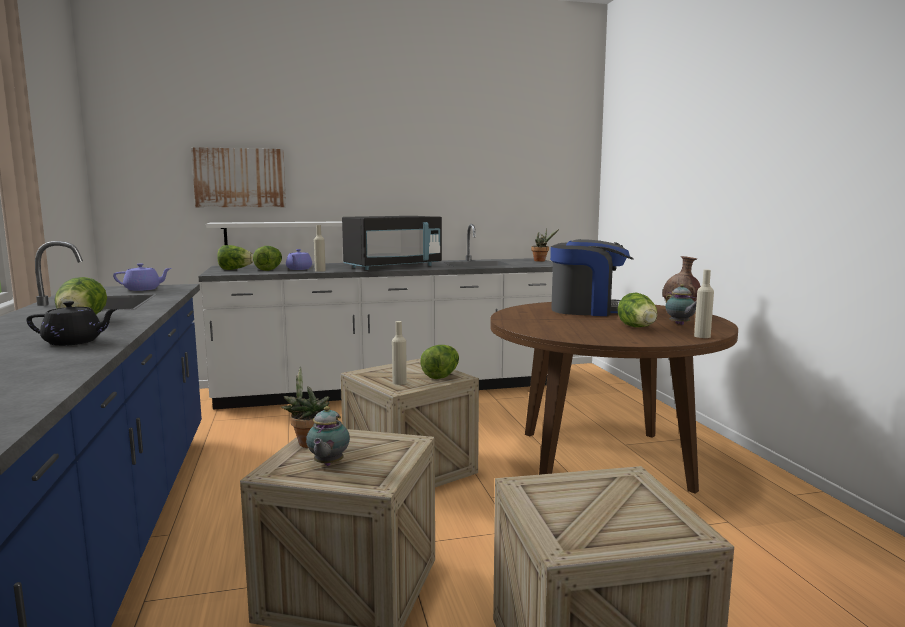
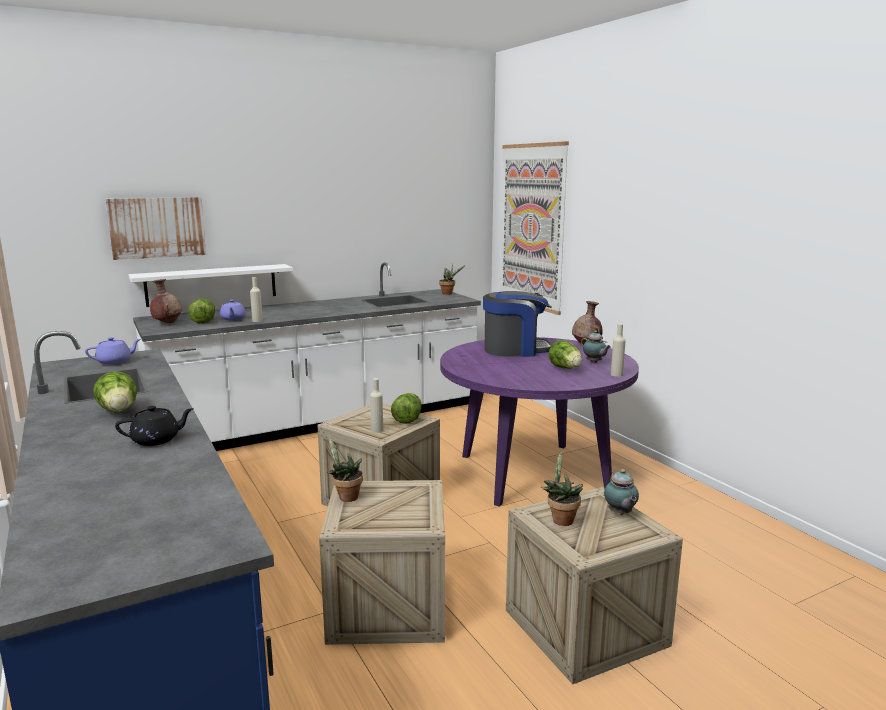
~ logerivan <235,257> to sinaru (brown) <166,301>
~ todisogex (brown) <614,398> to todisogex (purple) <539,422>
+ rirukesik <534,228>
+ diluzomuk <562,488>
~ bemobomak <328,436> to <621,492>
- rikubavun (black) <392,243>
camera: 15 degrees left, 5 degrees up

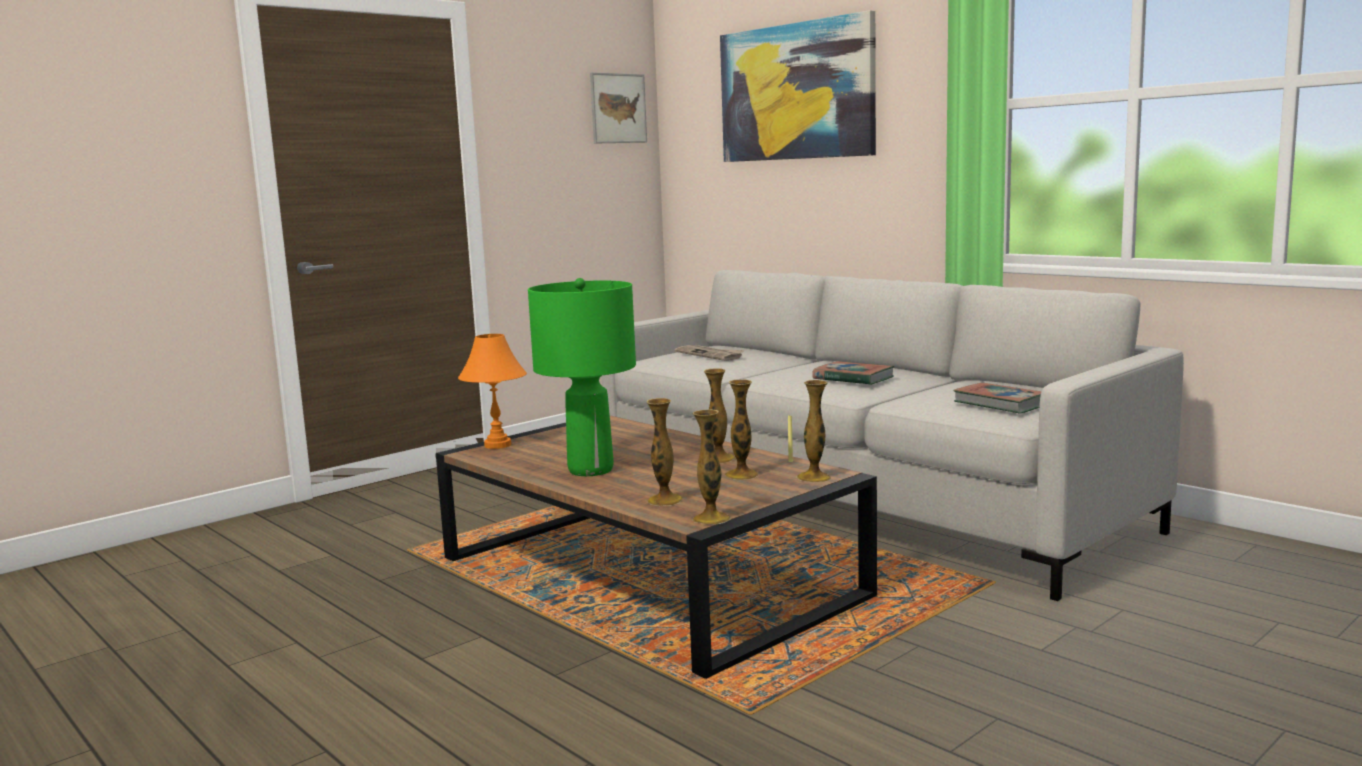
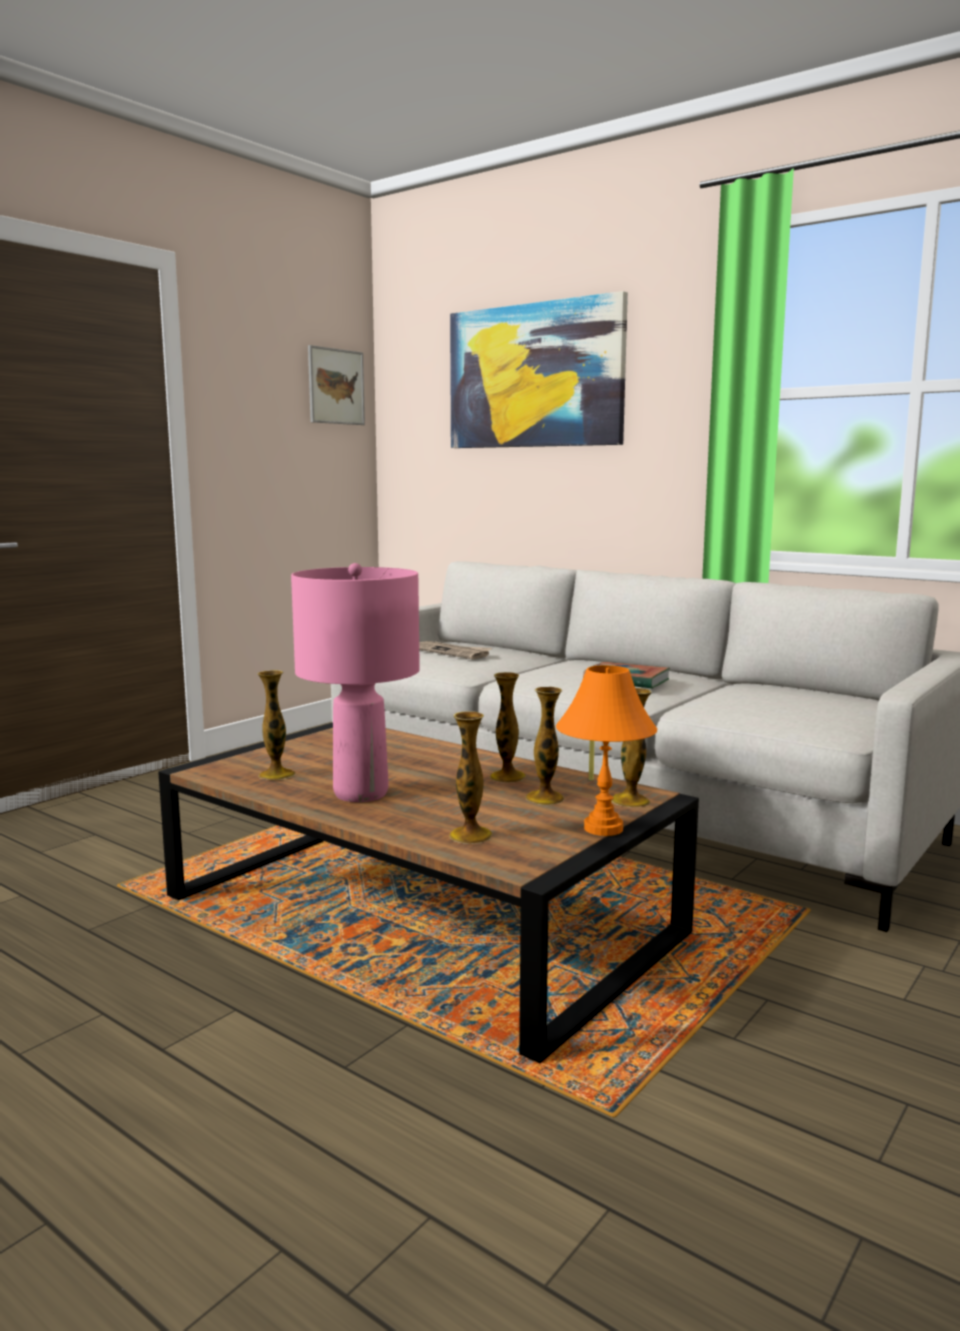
~ sinaru <711,466> to <276,725>
~ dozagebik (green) <582,377> to dozagebik (pink) <355,682>
~ dozagebik (orange) <492,391> to <606,750>
- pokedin <997,398>
camera: 10 degrees left, 0 degrees up

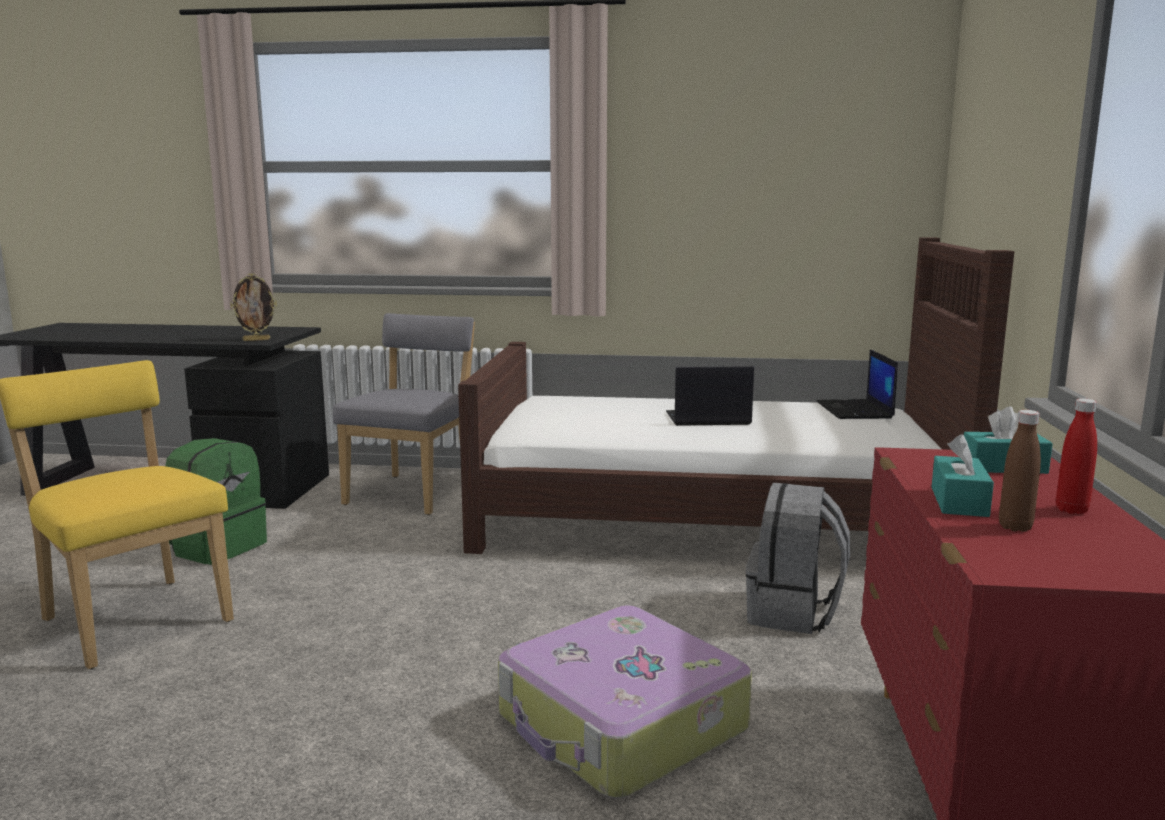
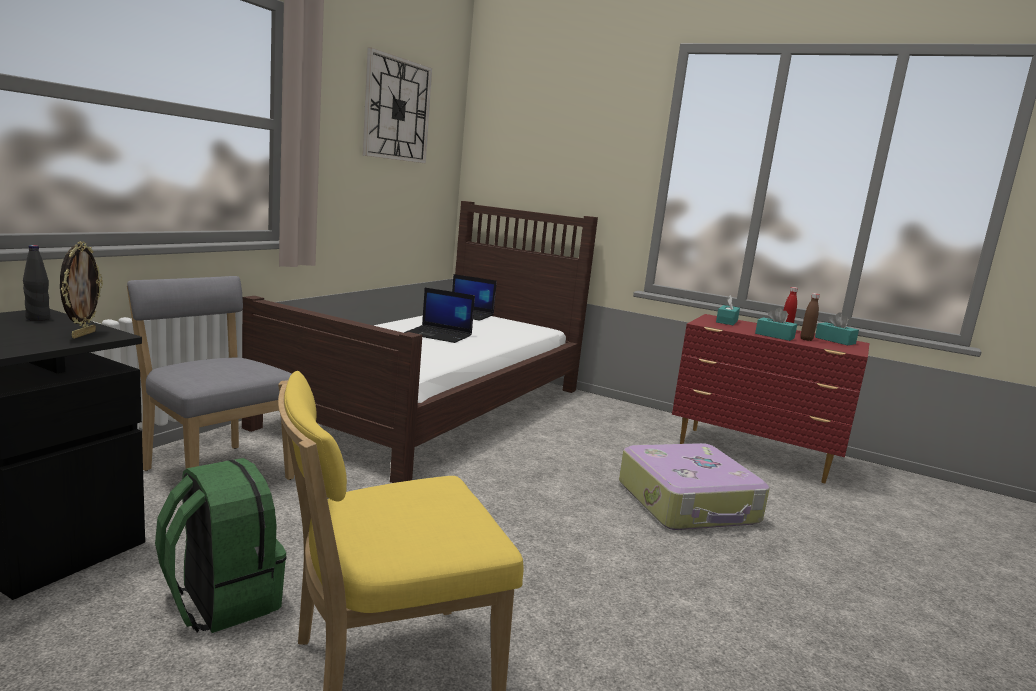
+ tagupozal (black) <36,283>
+ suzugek <397,105>
~ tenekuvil <710,396> = <439,315> 90 degrees counterclockwise
+ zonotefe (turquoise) <837,328>
- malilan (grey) <798,558>
camera: 70 degrees left, 0 degrees up

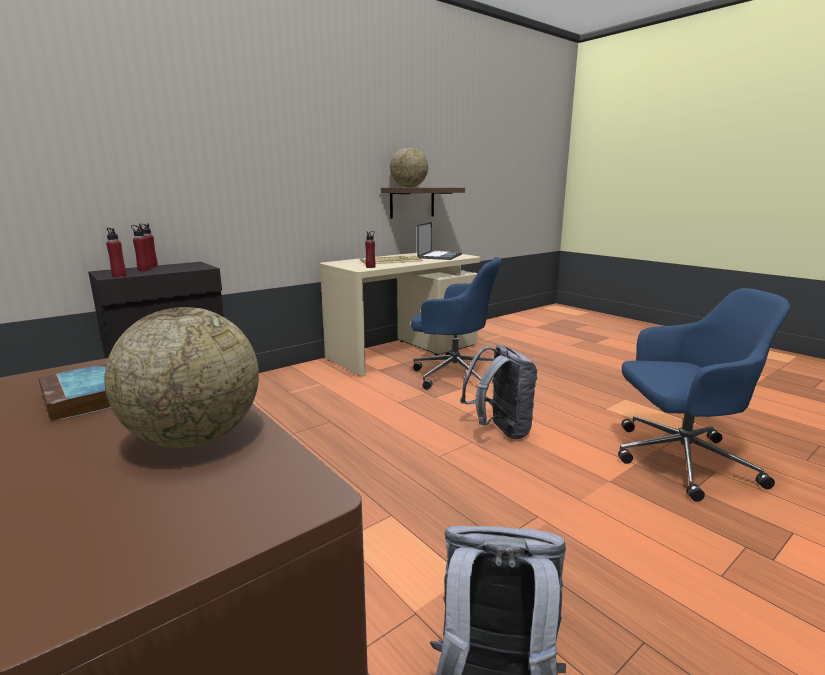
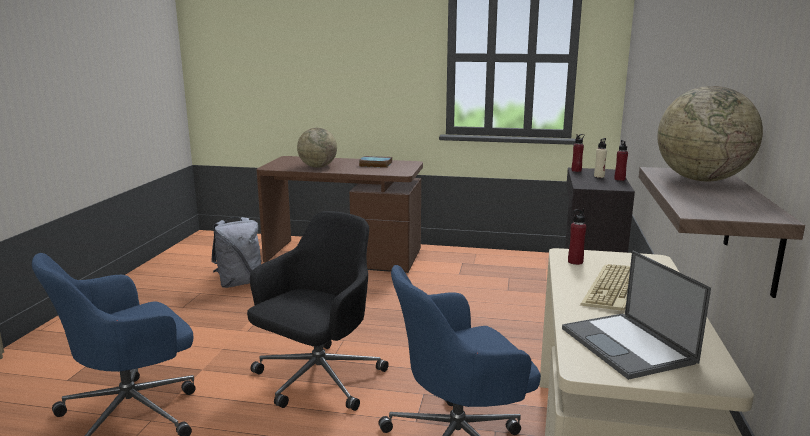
~ malilan (grey) <498,391> to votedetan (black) <318,311>
~ tagupozal (red) <141,248> to tagupozal (beige) <600,158>
camera: 140 degrees right, 0 degrees up

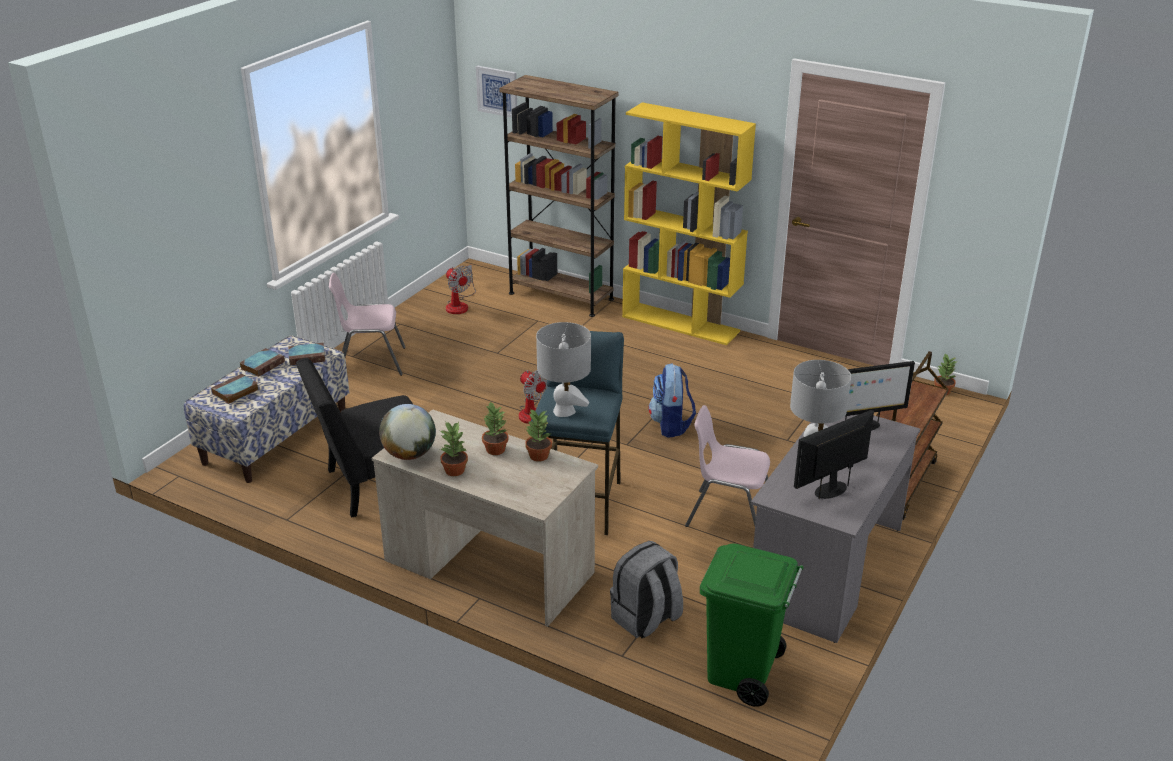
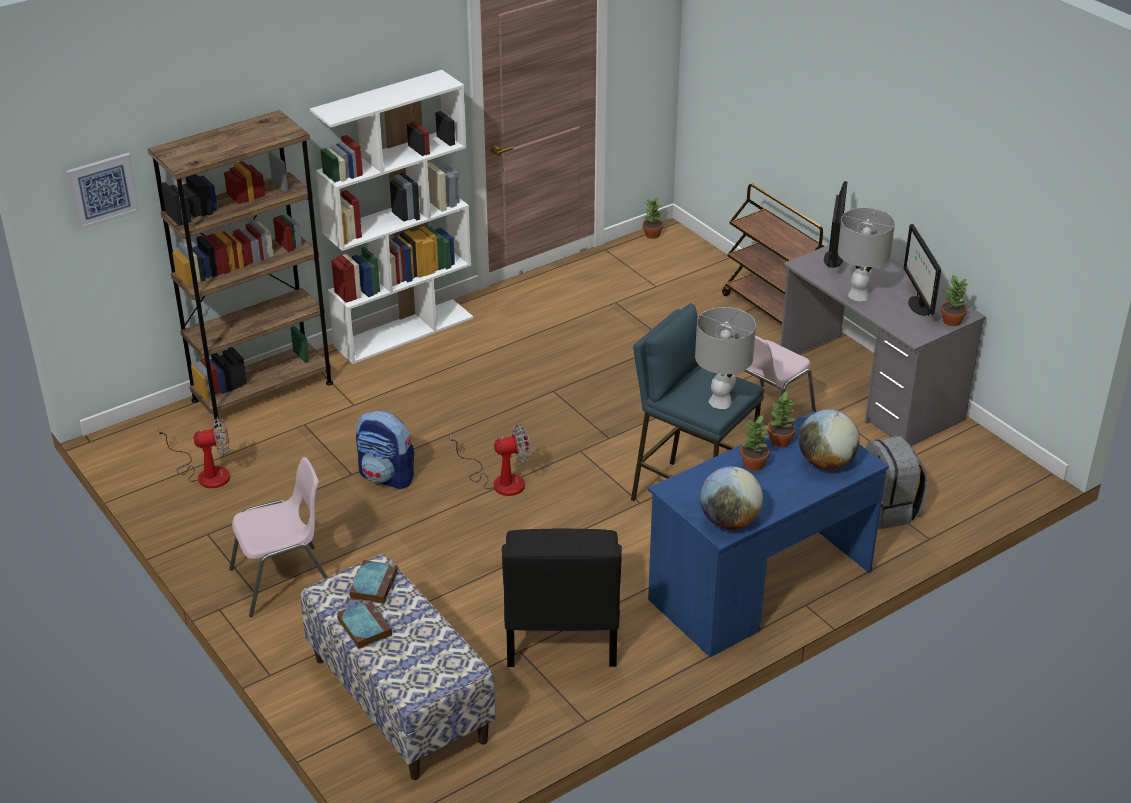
~ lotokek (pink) <367,324> = <278,537> 135 degrees counterclockwise
~ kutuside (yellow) <689,223> to kutuside (white) <391,217>
~ malilan <672,400> to <385,450>
~ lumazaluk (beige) <484,518> to lumazaluk (blue) <768,534>
+ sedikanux <829,439>
~ diluzomuk <454,448> to <955,300>
- pokedin <235,389>
- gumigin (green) <752,625>
camera: 65 degrees left, 5 degrees up

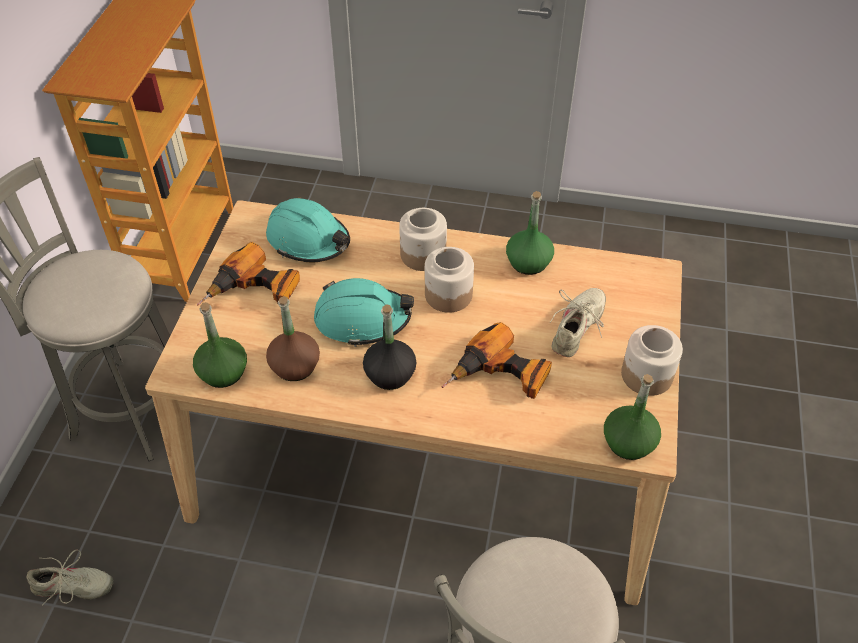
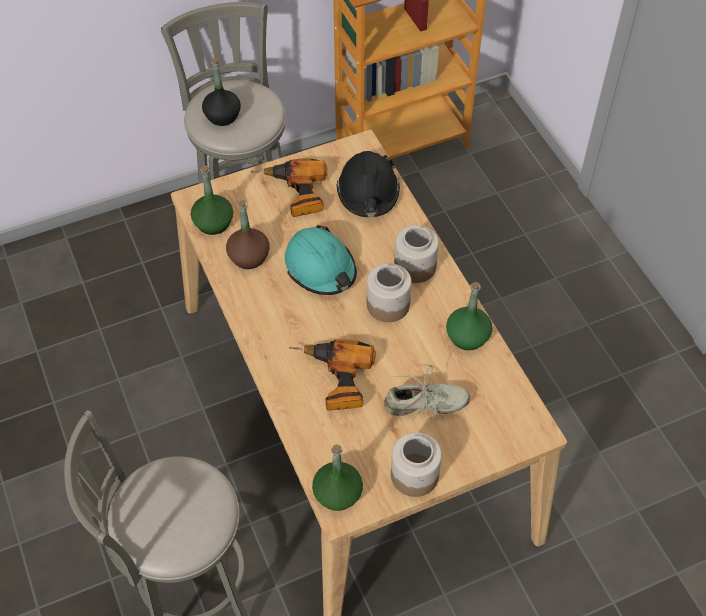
~ tagupozal (black) <390,347> to <221,92>
~ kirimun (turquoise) <308,229> to kirimun (black) <368,184>
- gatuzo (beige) <70,578>
camera: 55 degrees right, 5 degrees up

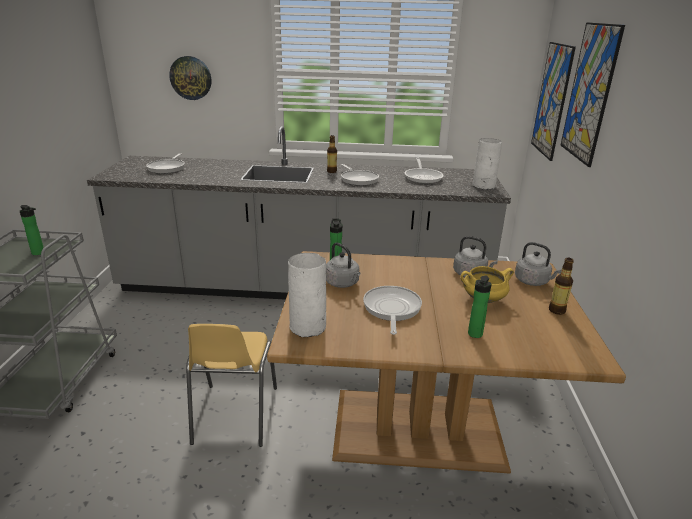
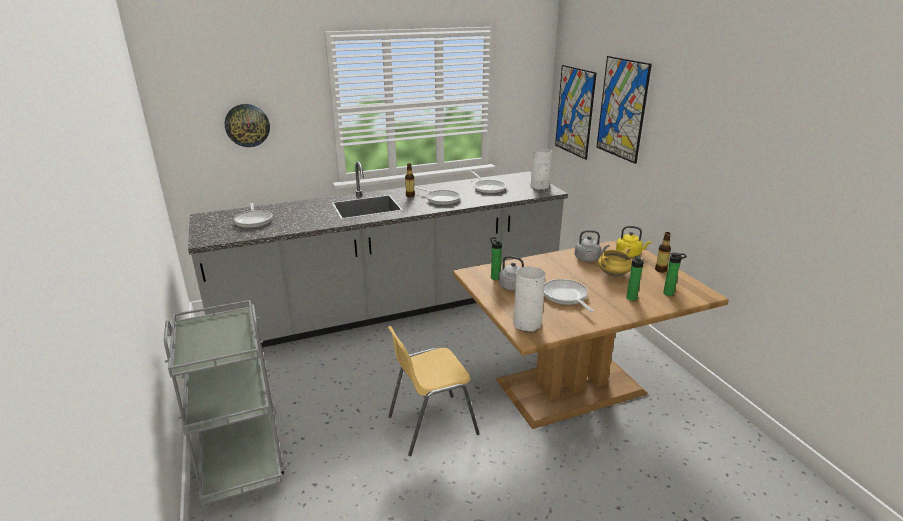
~ lotokek (yellow) <231,385> = <434,391> 90 degrees clockwise
~ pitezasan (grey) <538,264> to pitezasan (yellow) <633,241>
~ tagupozal <32,230> to <675,274>
camera: 25 degrees left, 0 degrees up

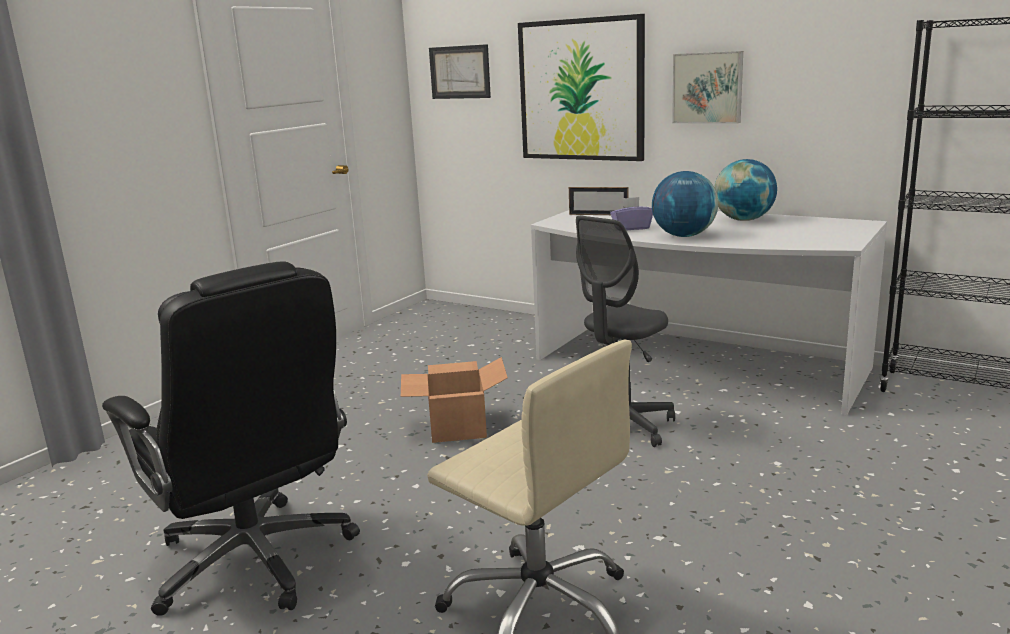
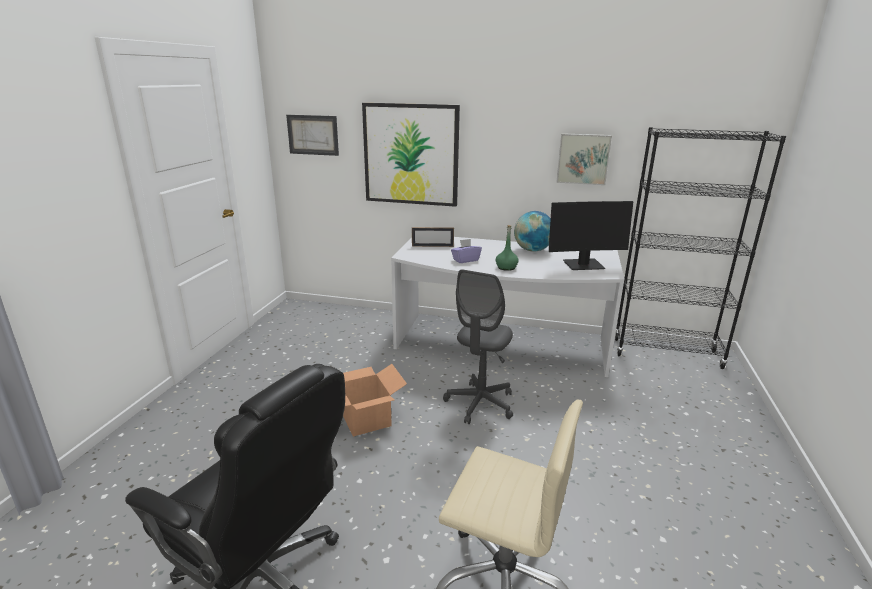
~ sedikanux <685,204> to tagupozal (green) <507,248>
+ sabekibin <591,235>
~ rirukesik <707,87> to <584,159>
camera: 20 degrees left, 5 degrees up

